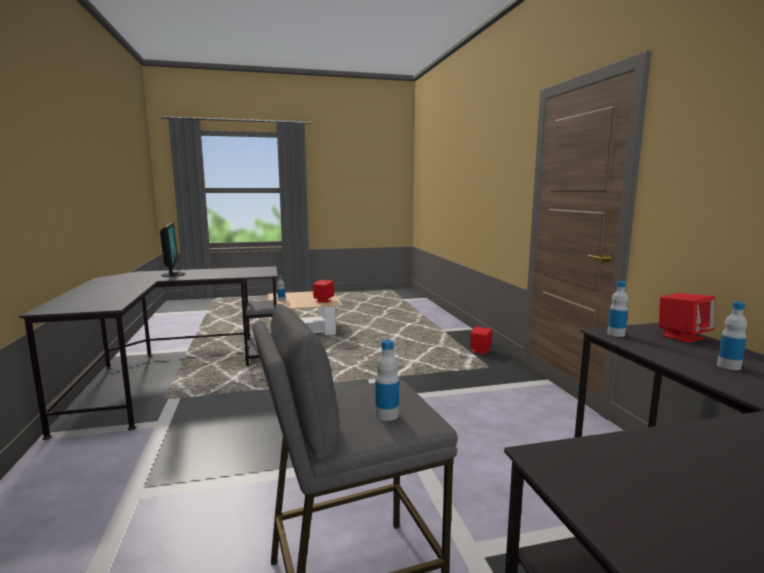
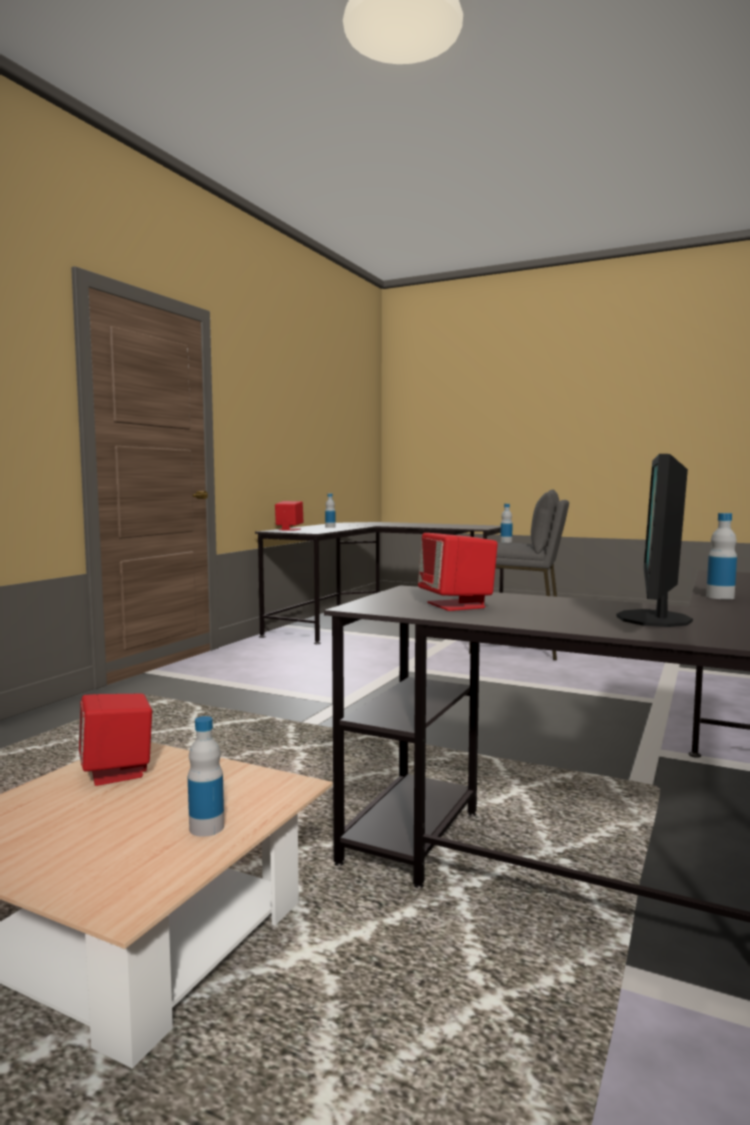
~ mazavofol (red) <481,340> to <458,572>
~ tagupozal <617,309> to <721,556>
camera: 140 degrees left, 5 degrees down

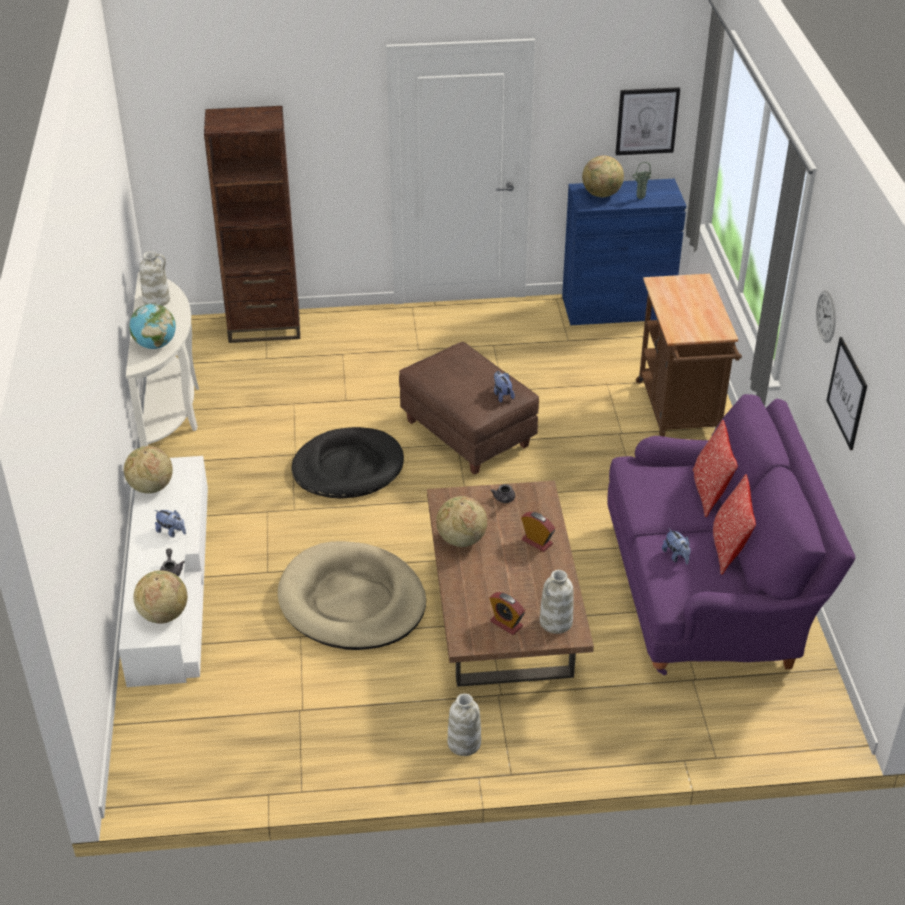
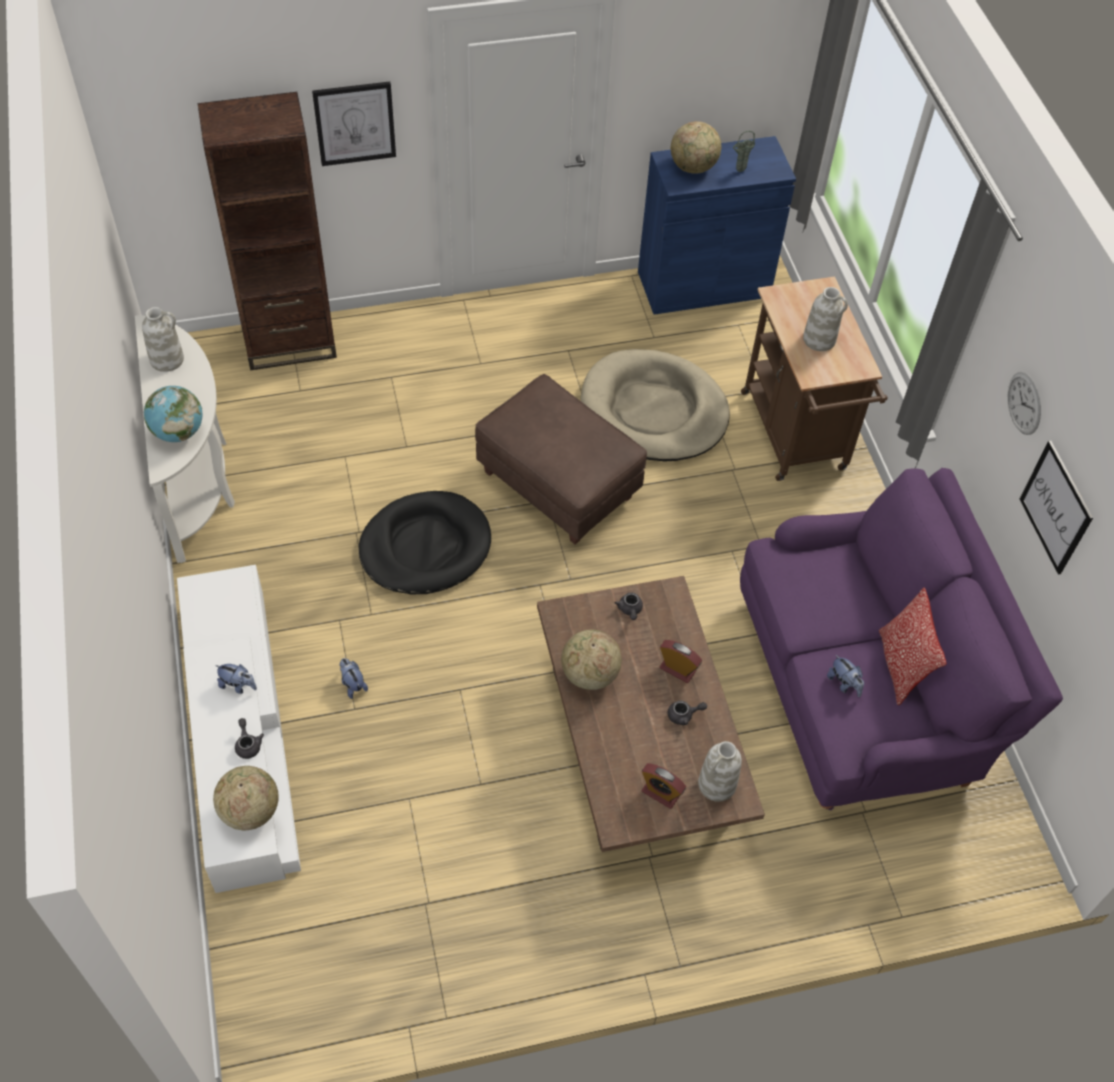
~ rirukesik <647,121> to <354,123>
~ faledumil <504,387> to <354,678>
~ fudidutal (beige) <352,595> to <655,405>
+ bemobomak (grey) <687,712>
~ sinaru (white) <464,724> to <825,319>
- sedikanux <148,470>
- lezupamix <715,468>
camera: 10 degrees left, 15 degrees up

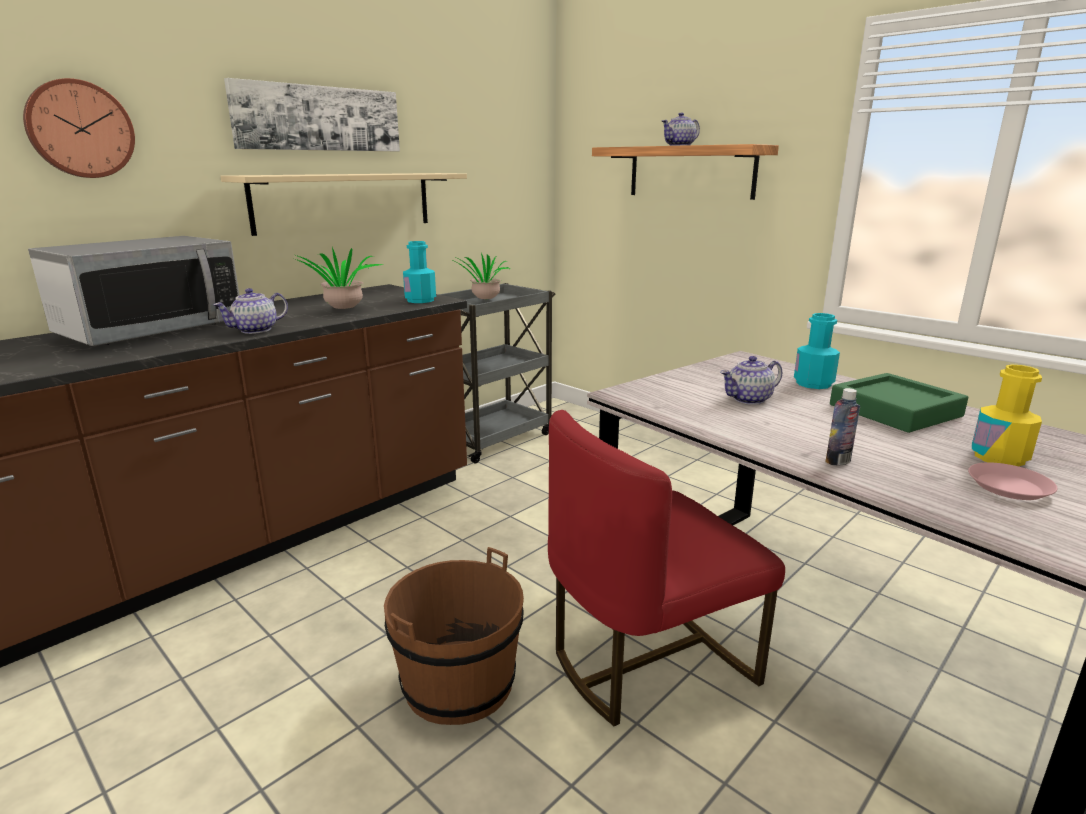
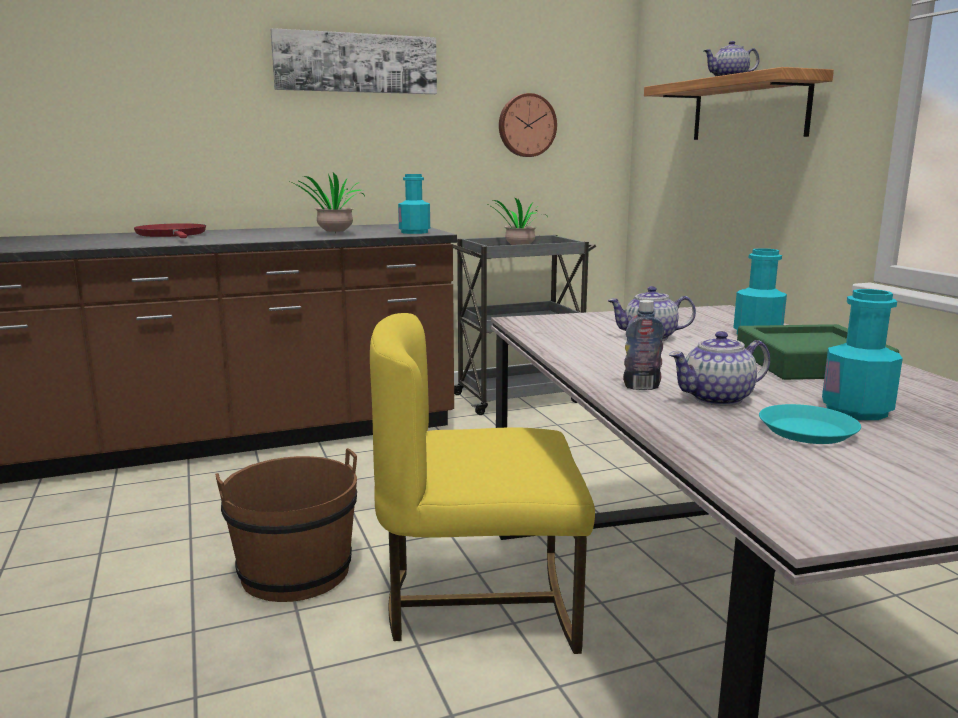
~ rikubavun <134,291> to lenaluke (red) <170,230>
~ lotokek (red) <666,568> to lotokek (yellow) <482,483>
~ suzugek <79,128> to <528,125>
~ bemobomak <250,311> to <719,368>
~ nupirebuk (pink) <1013,481> to nupirebuk (turquoise) <810,424>
~ tagupozal (yellow) <1007,415> to tagupozal (turquoise) <862,354>
- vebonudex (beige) <343,204>
camera: 25 degrees right, 5 degrees down

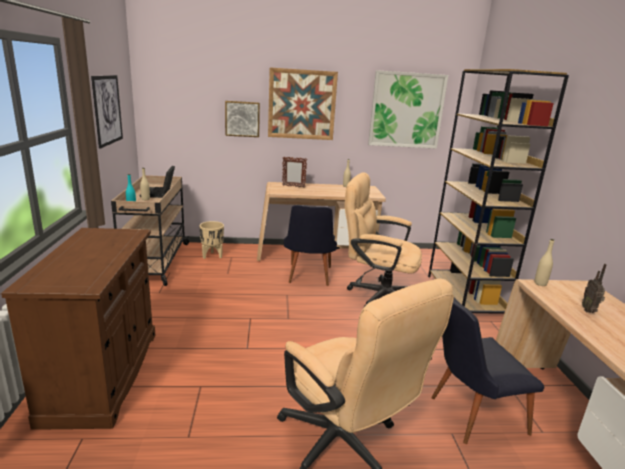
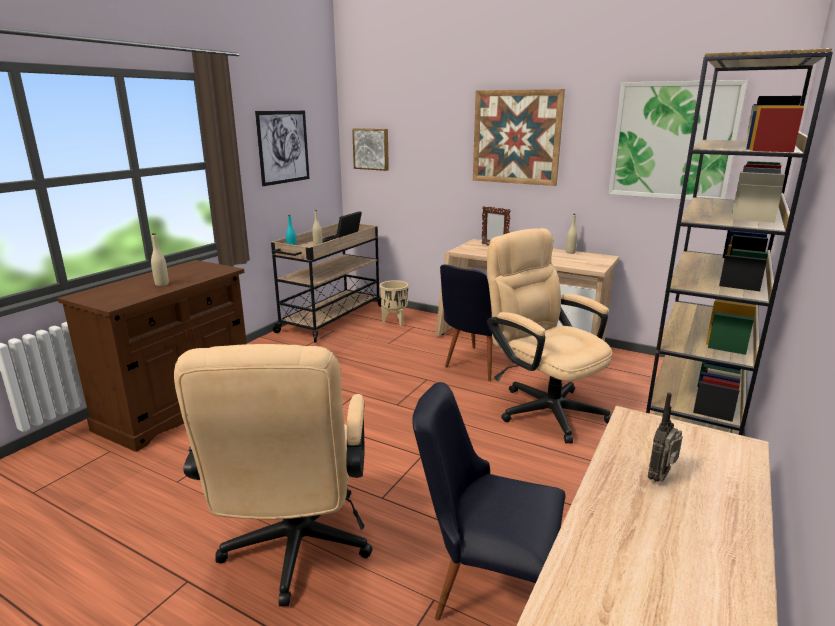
~ tagupozal (beige) <544,262> to <160,259>
~ rirukesik <242,119> to <370,149>
camera: 35 degrees right, 0 degrees up

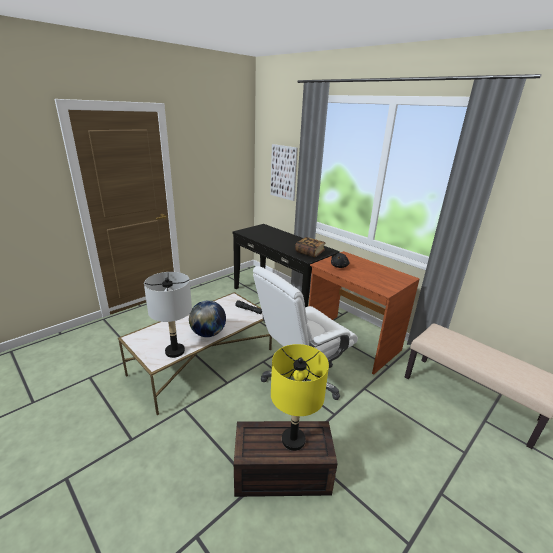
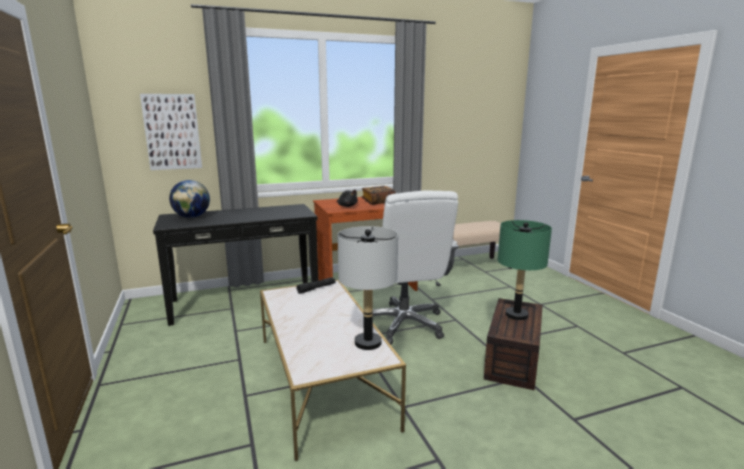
~ sedikanux <207,318> to <189,199>
~ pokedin <310,247> to <379,195>
~ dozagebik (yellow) <300,397> to dozagebik (green) <525,270>
camera: 65 degrees left, 10 degrees down

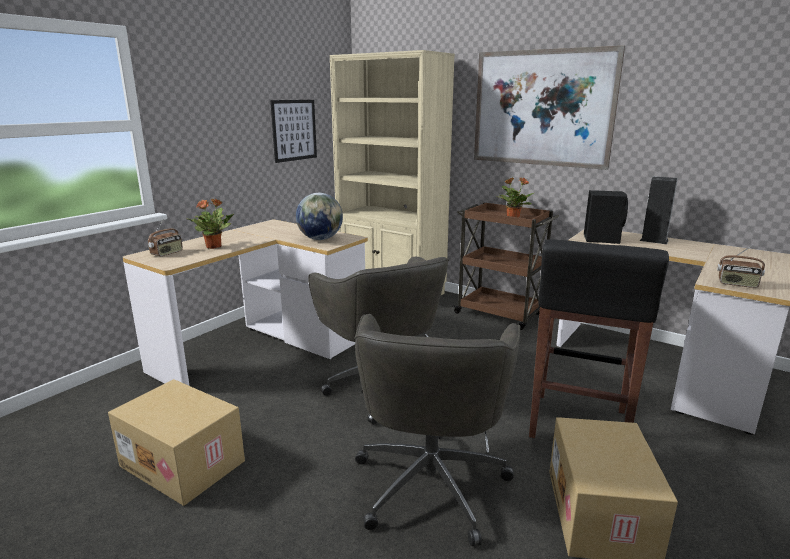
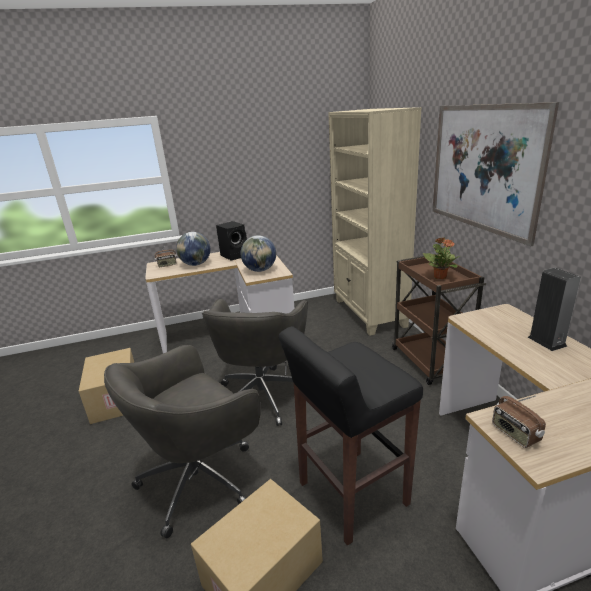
~ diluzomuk <210,224> to sedikanux <193,249>
~ mazavofol (black) <606,217> to <231,241>
- rirukesik <293,131>
camera: 40 degrees right, 5 degrees up

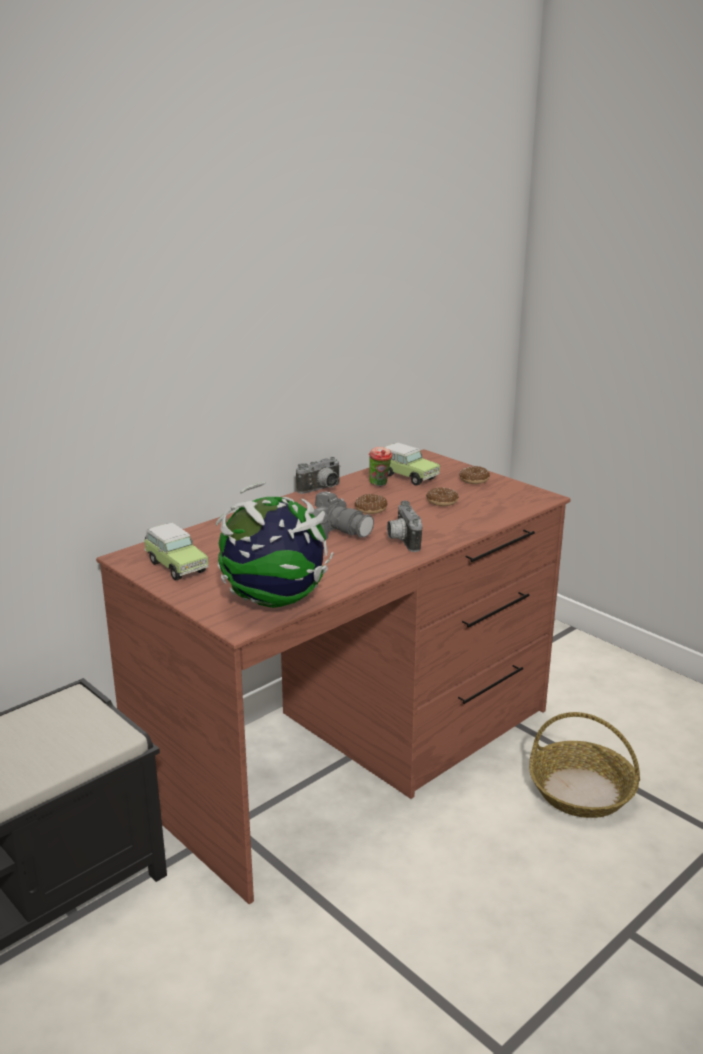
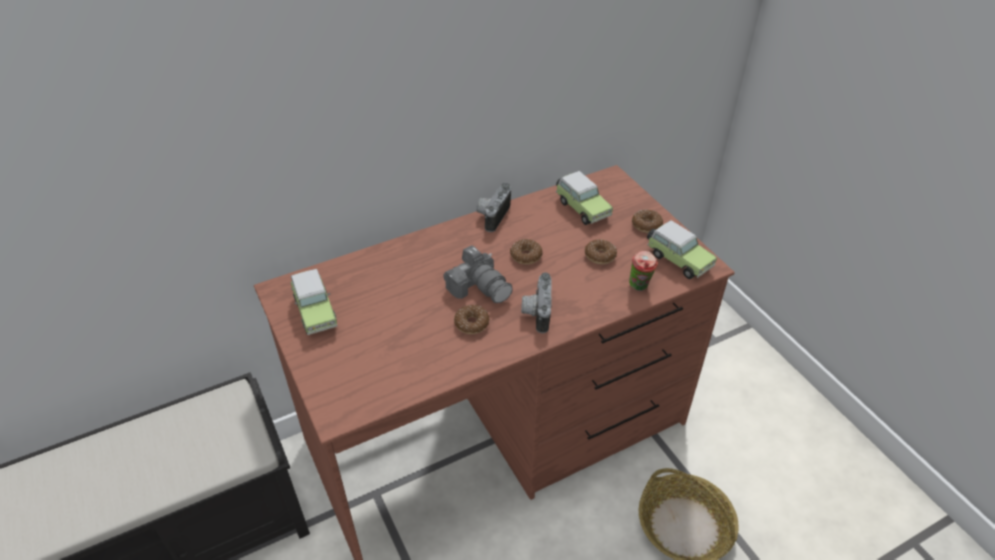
+ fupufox <471,319>
~ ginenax <318,475> = <493,207> 135 degrees clockwise
~ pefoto <380,466> to <643,271>
+ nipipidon <682,249>
- sedikanux <275,545>
camera: 15 degrees right, 20 degrees up

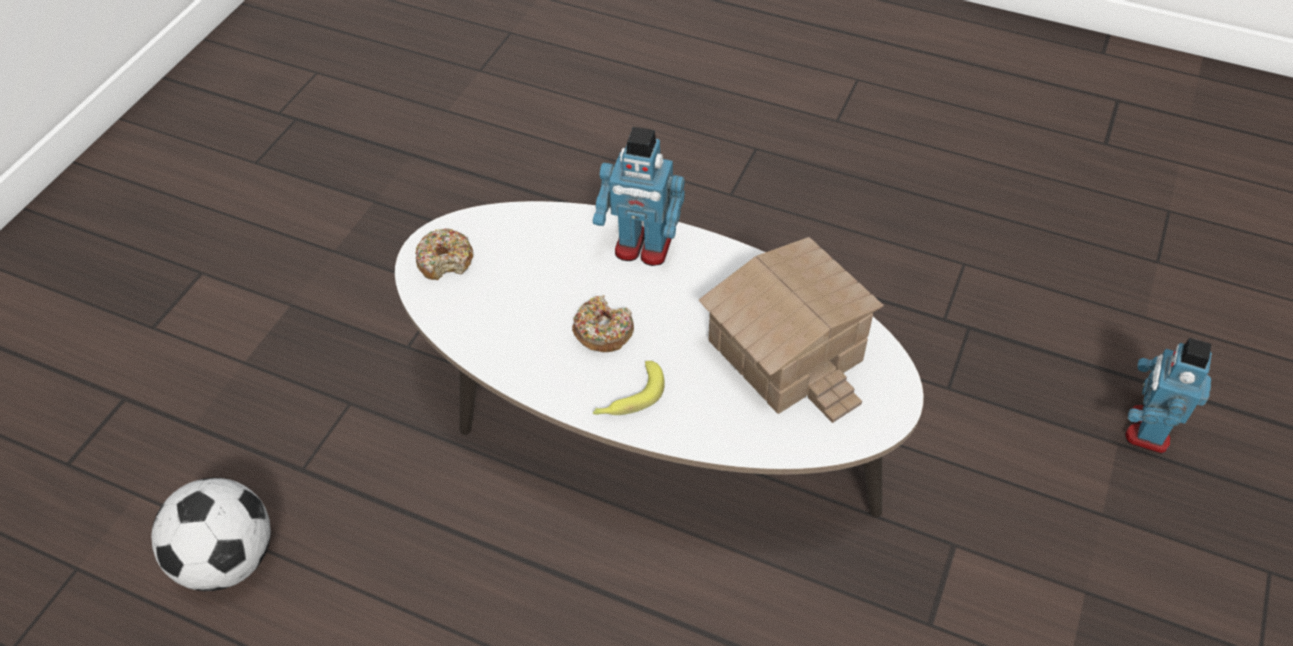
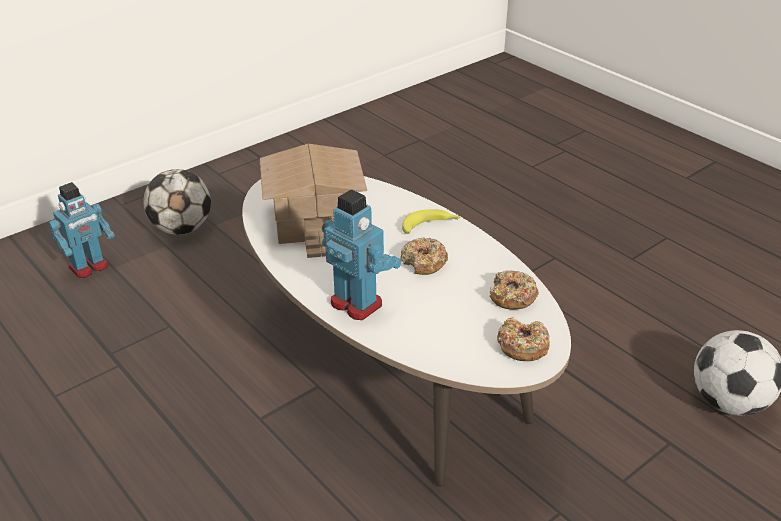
+ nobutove <177,202>
+ fupufox <514,290>
camera: 155 degrees left, 15 degrees down

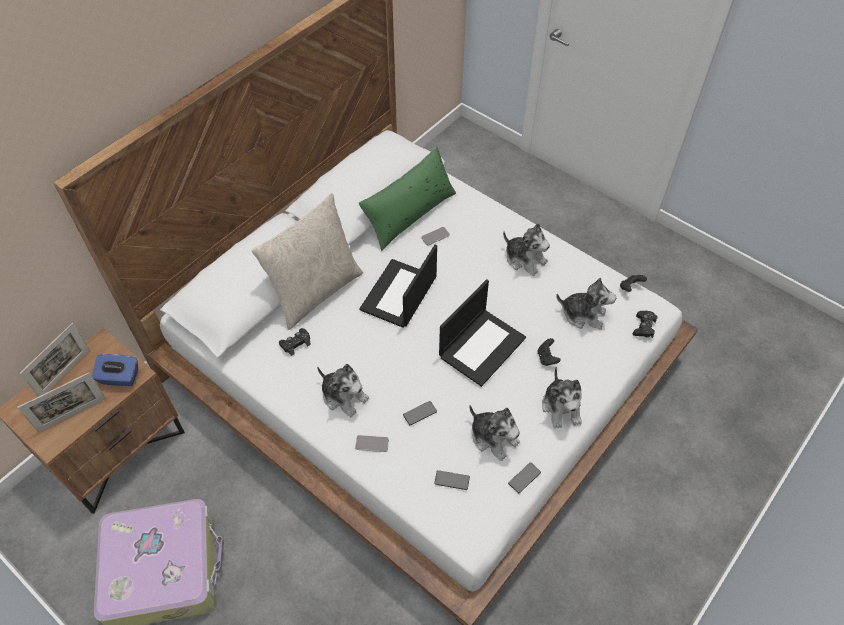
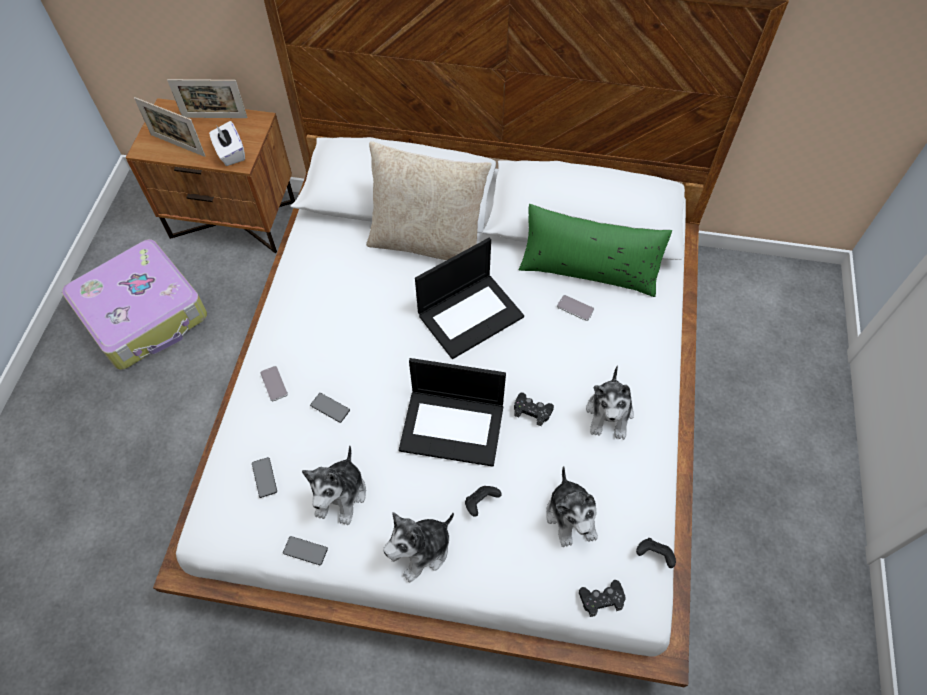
~ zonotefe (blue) <115,370> to zonotefe (white) <227,143>
~ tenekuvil <398,286> = <469,298> 150 degrees clockwise
~ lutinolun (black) <295,342> to <534,409>
- faledumil <343,390>
camera: 60 degrees right, 5 degrees up

